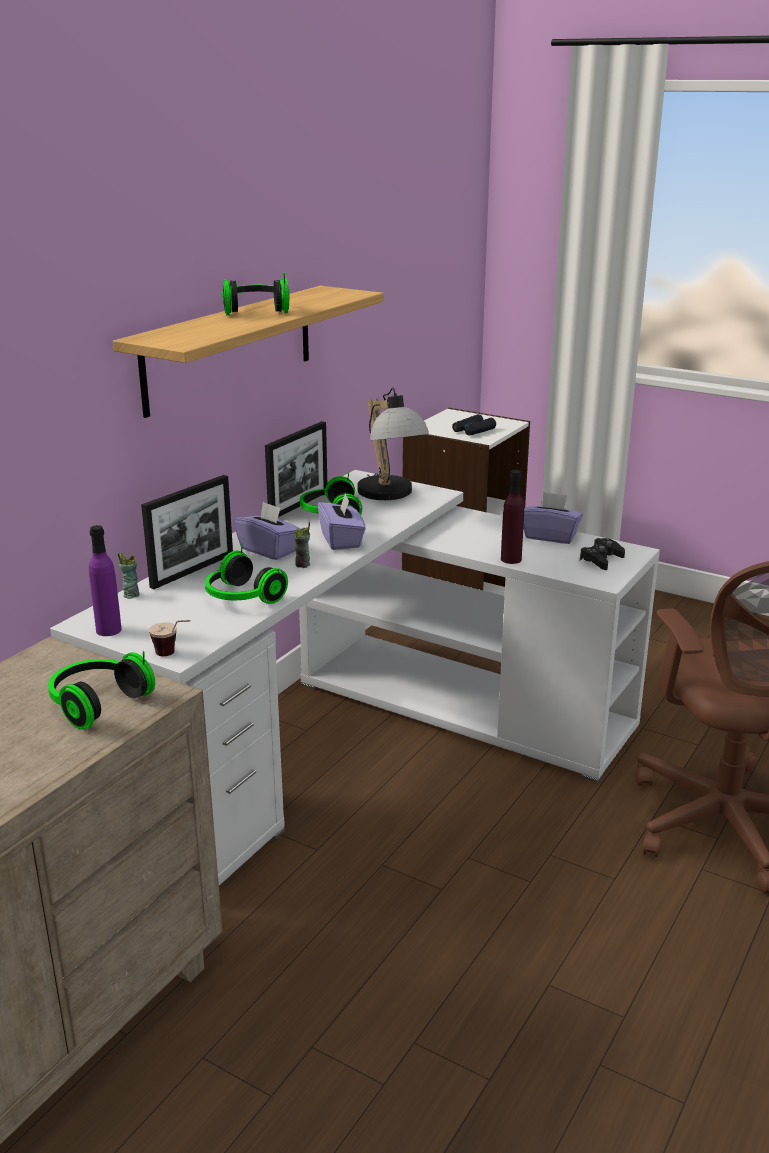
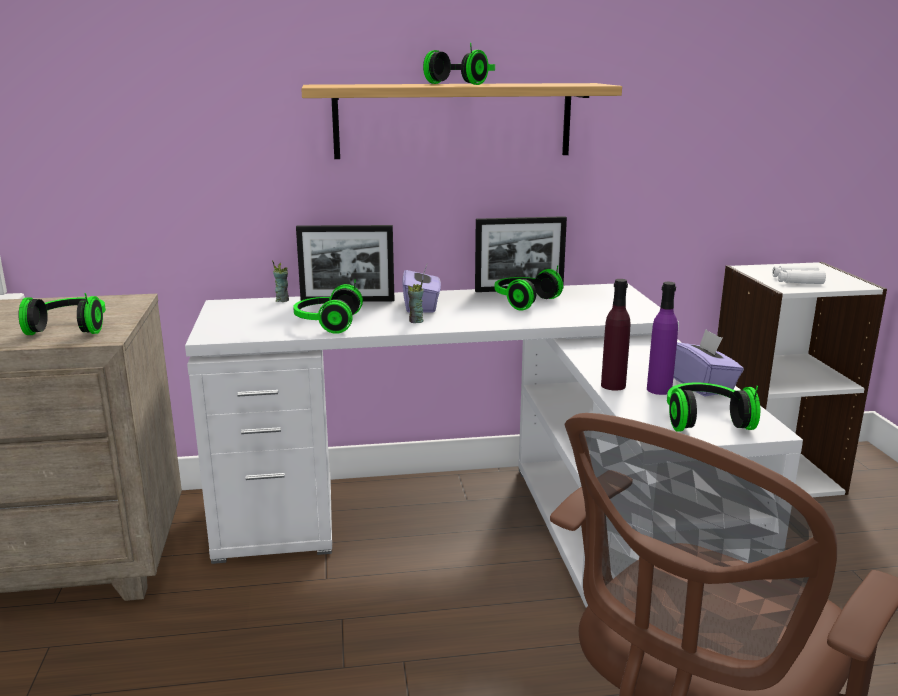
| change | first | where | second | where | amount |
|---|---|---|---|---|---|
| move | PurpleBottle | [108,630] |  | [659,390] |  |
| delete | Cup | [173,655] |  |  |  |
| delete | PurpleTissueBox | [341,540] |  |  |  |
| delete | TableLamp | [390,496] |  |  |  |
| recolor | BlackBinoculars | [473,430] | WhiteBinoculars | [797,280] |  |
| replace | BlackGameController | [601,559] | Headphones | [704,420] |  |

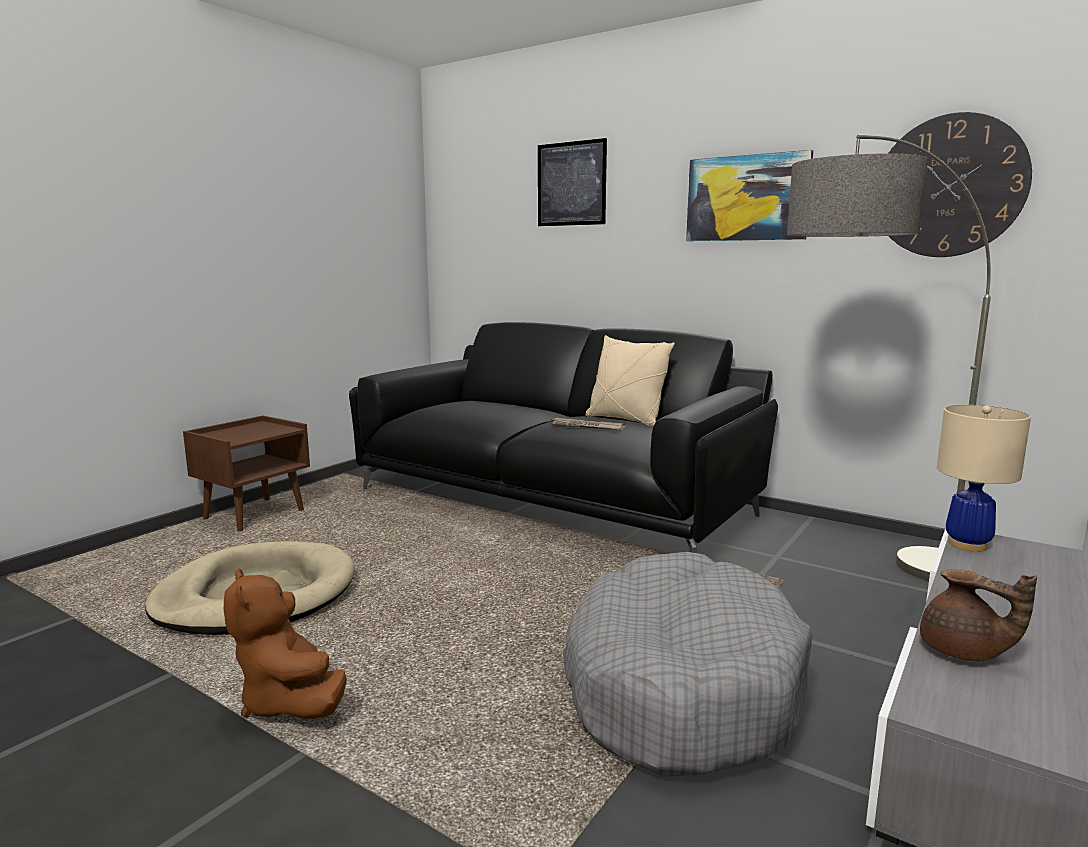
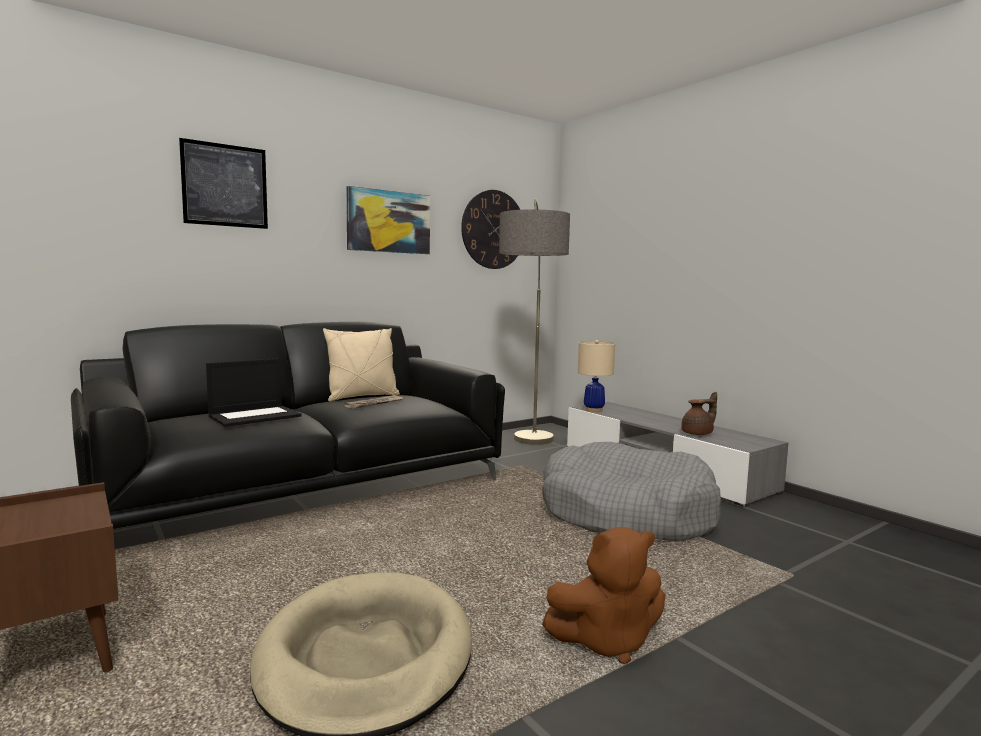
| change | first | where | second | where | amount |
|---|---|---|---|---|---|
| insert |  |  | Laptop | [255,416] |  |

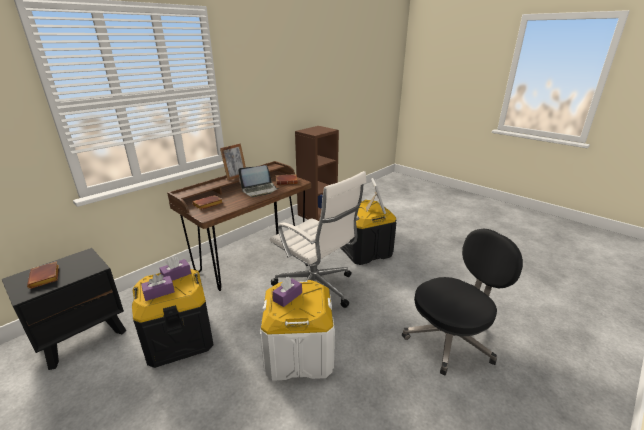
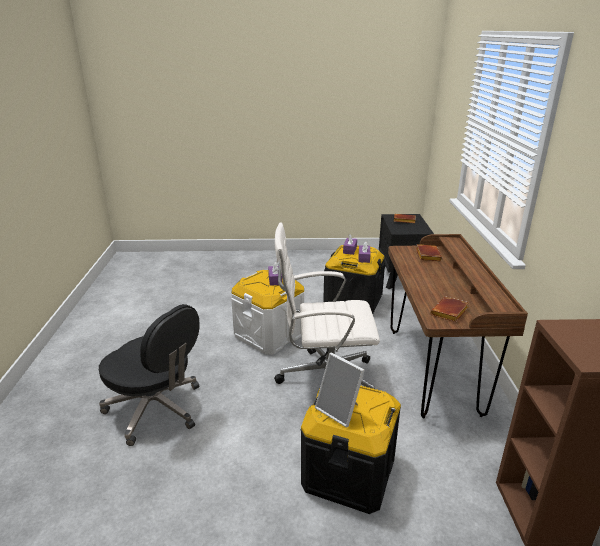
| change | first | where | second | where | amount |
|---|---|---|---|---|---|
| delete | PictureFrame | [235,176] |  |  |  |
| delete | Laptop | [259,190] |  |  |  |
| rotate | BlackOfficeChair | [450,339] |  | [156,409] | 75 degrees counterclockwise |

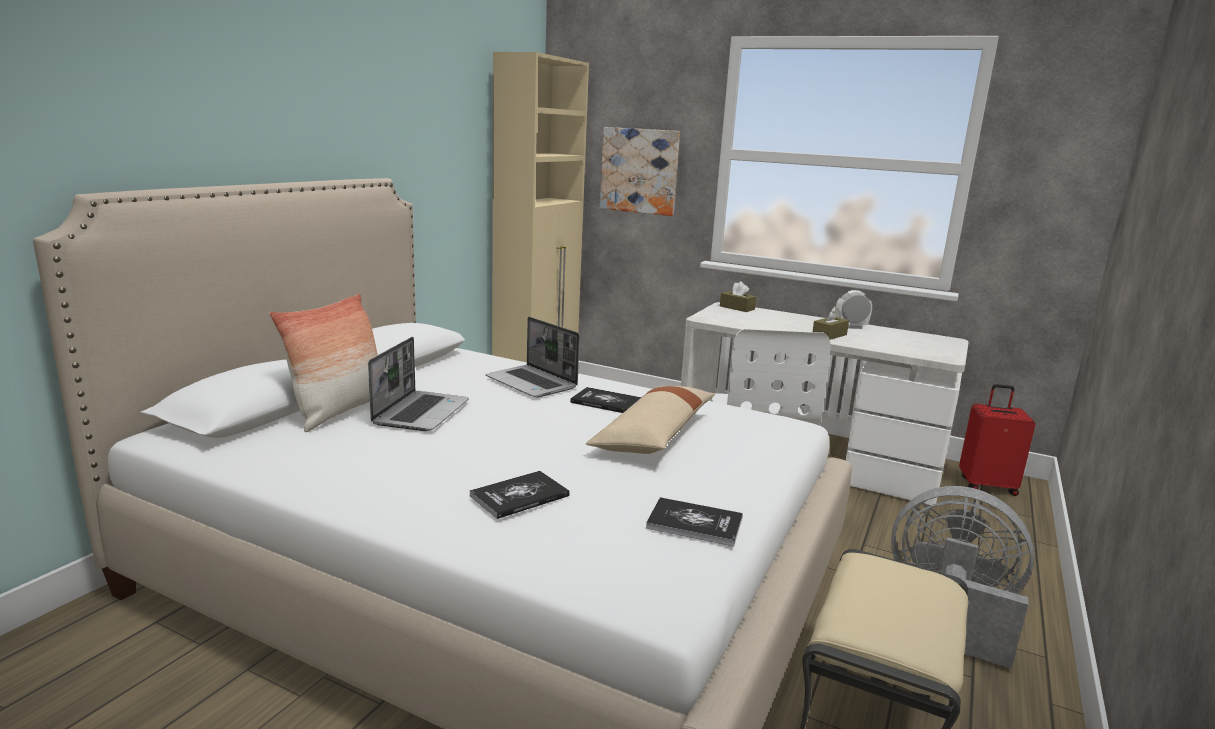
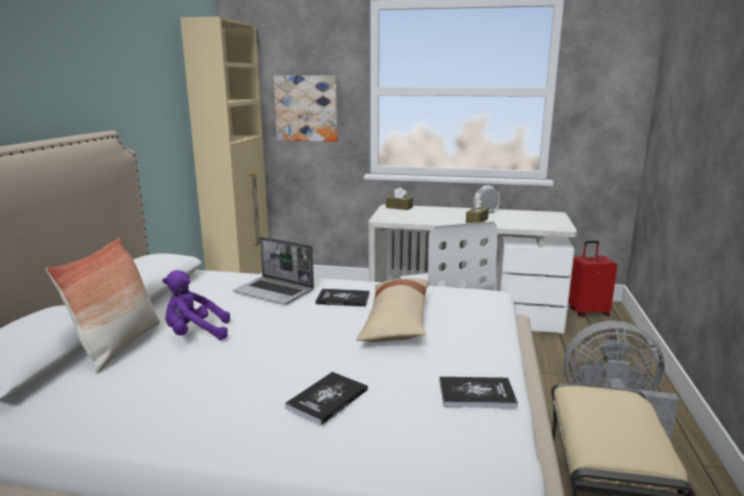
| change | first | where | second | where | amount |
|---|---|---|---|---|---|
| replace | Laptop | [421,412] | PurplePlushToy | [195,334] |  |

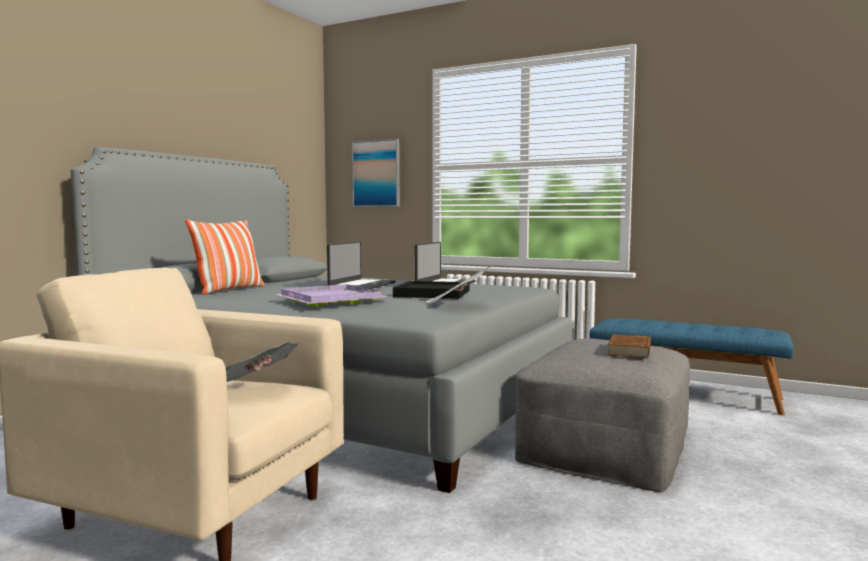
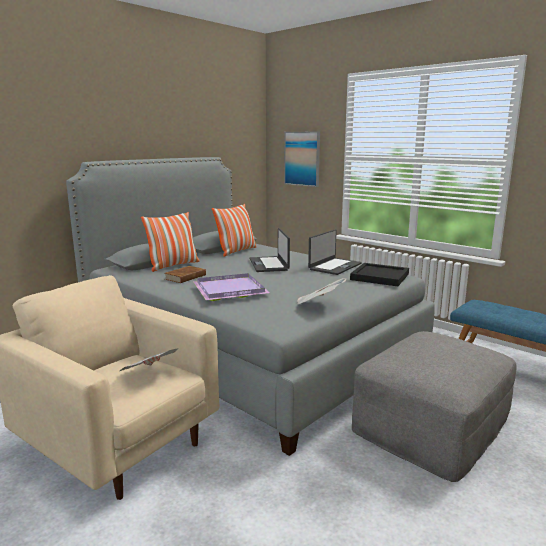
| change | first | where | second | where | amount |
|---|---|---|---|---|---|
| rotate | Laptop | [361,285] |  | [269,264] | 135 degrees clockwise |
| move | BlackTray | [431,293] |  | [379,277] |  |
| move | BrownBook | [630,350] |  | [185,277] |  |
| insert |  |  | Pillow | [236,251] |  |

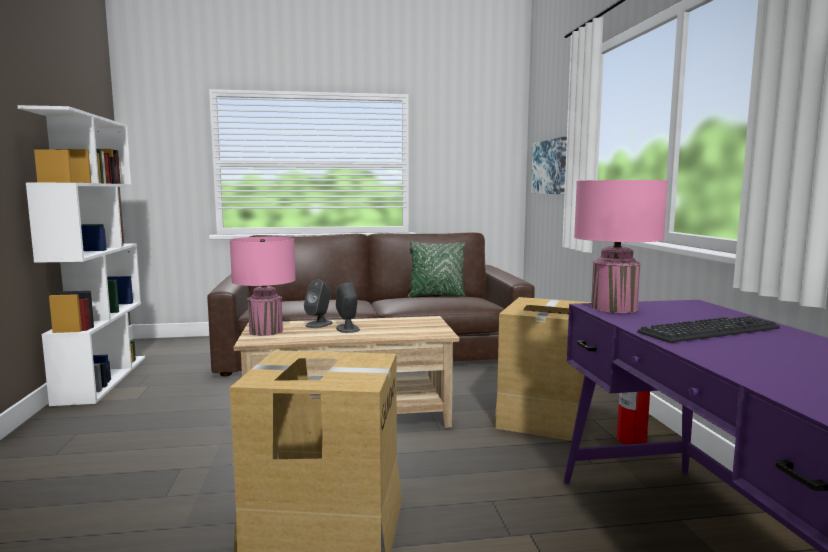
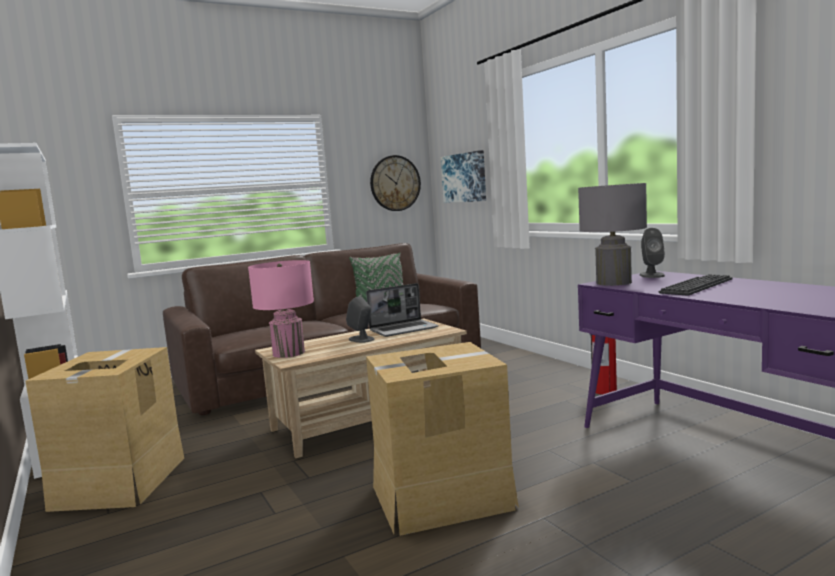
| change | first | where | second | where | amount |
|---|---|---|---|---|---|
| move | GreySpeaker | [319,324] |  | [651,275] |  |
| move | CardboardBox | [543,416] |  | [119,482] |  |
| recolor | PinkTableLamp | [613,308] | GreyTableLamp | [613,282] |  |
| insert |  |  | Laptop | [404,329] |  |
| insert |  |  | WallClock | [395,183] |  |

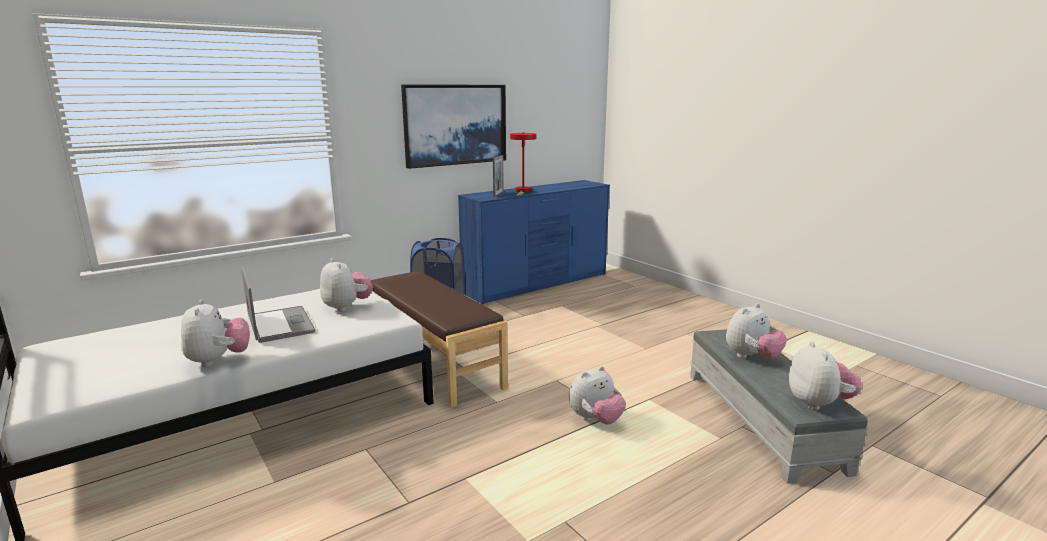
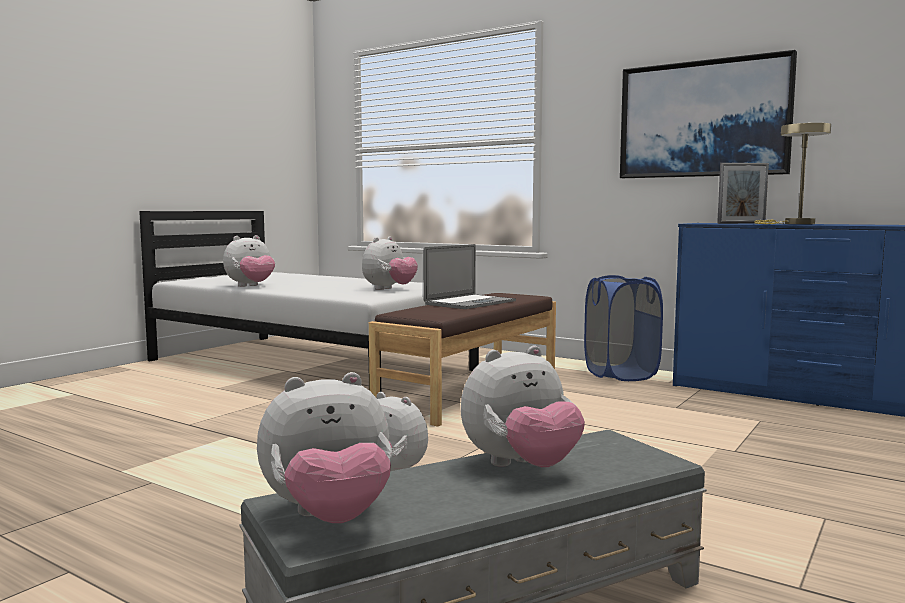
| change | first | where | second | where | amount |
|---|---|---|---|---|---|
| move | Laptop | [280,324] |  | [470,303] |  |
| recolor | RedTableLamp | [523,191] | BeigeTableLamp | [795,224] |  |
| rotate | PlushToy | [752,357] |  | [521,466] | 60 degrees counterclockwise |

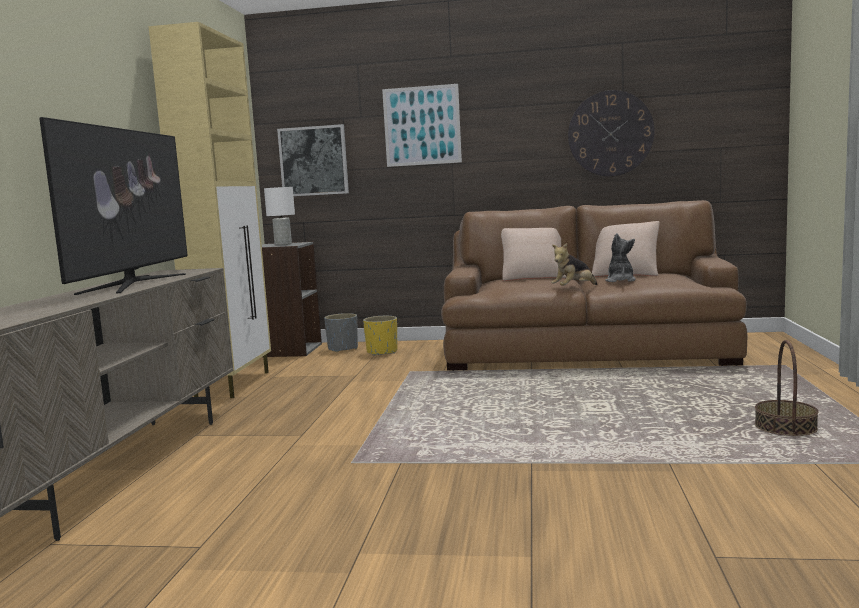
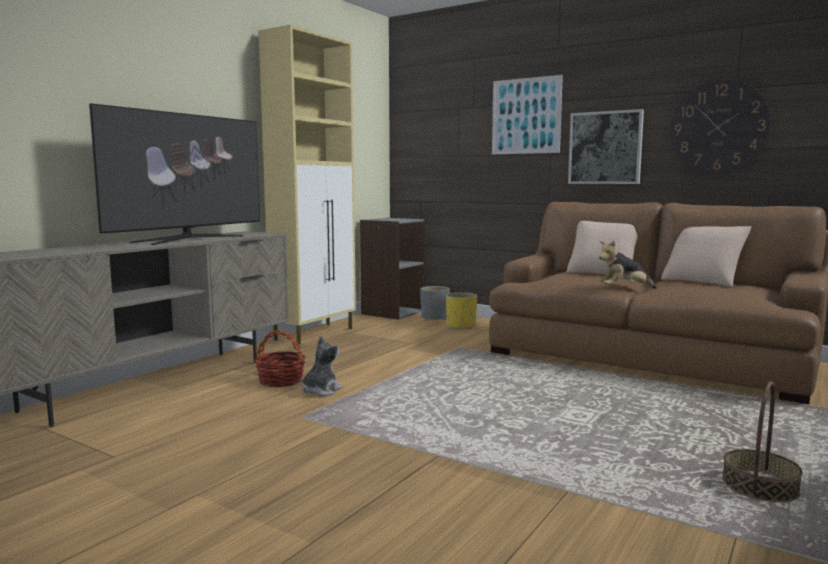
| change | first | where | second | where | amount |
|---|---|---|---|---|---|
| delete | WhiteTableLamp | [283,244] |  |  |  |
| move | Picture | [313,161] |  | [605,148] |  |
| move | PlushToy | [620,280] |  | [320,391] |  |
| insert |  |  | Basket | [280,381] |  |

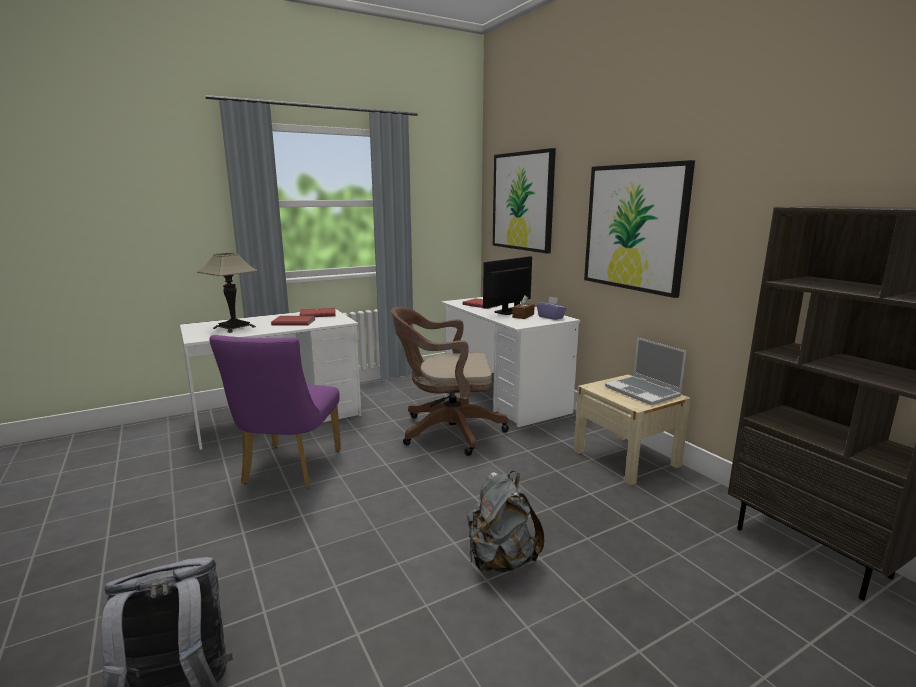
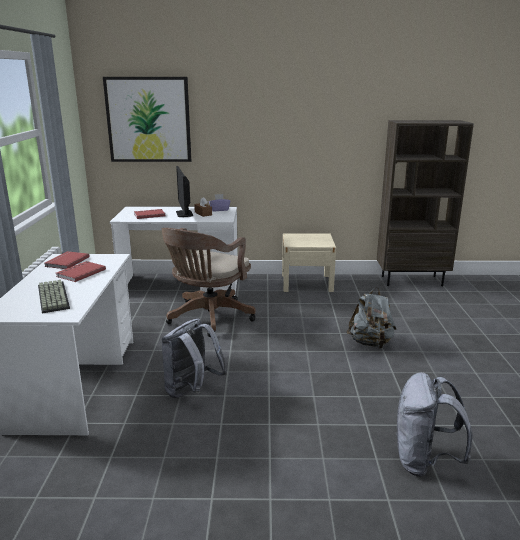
| change | first | where | second | where | amount |
|---|---|---|---|---|---|
| replace | TableLamp | [234,327] | Keyboard | [52,297] |  |
| replace | PurpleChair | [288,470] | GreyBackpack | [191,391] |  |
| delete | Picture | [634,227] |  |  |  |
| delete | Laptop | [643,392] |  |  |  |

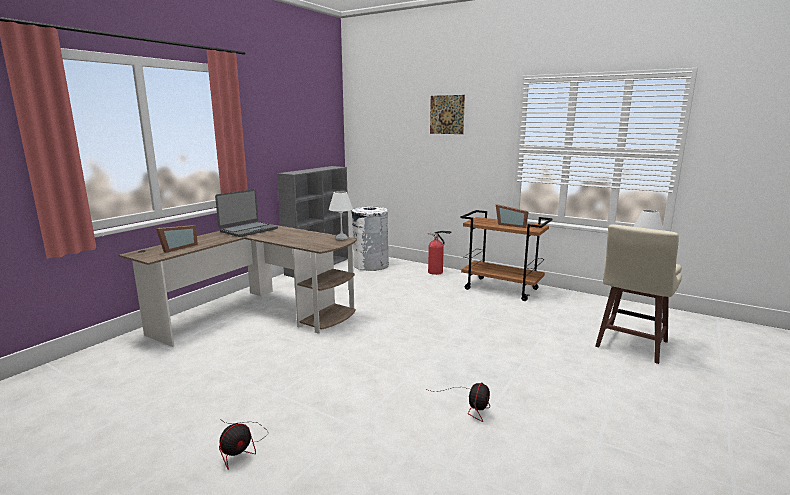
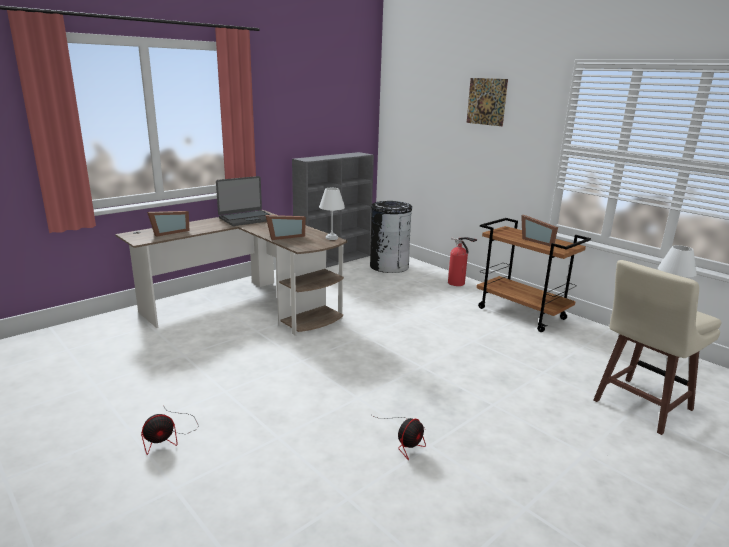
| change | first | where | second | where | amount |
|---|---|---|---|---|---|
| recolor | WhiteTrashCan | [371,265] | BlackTrashCan | [389,266] |  |
| insert |  |  | PictureFrame | [285,236] |  |

